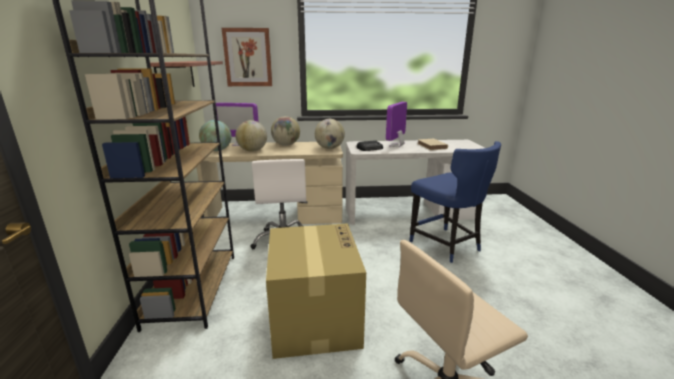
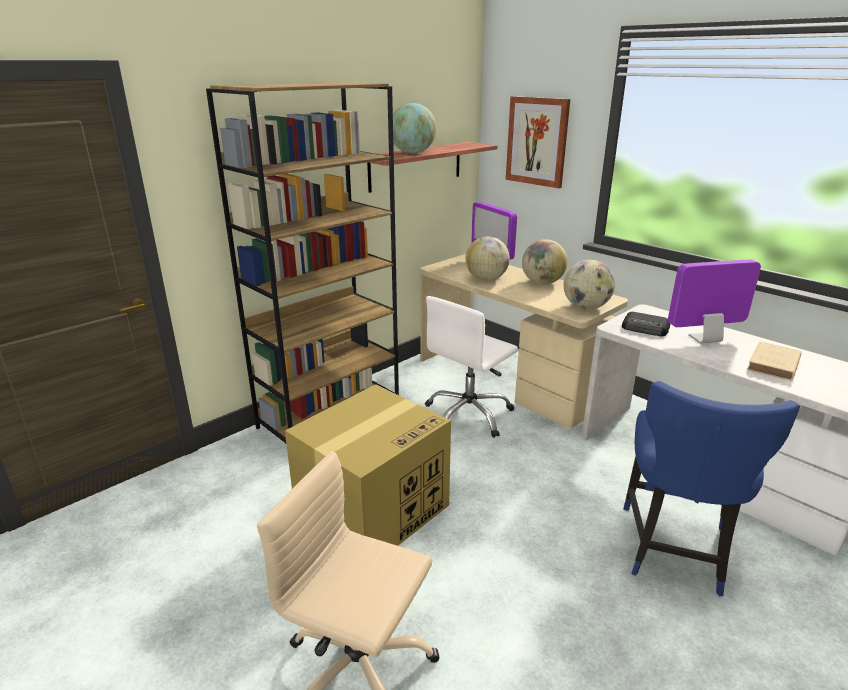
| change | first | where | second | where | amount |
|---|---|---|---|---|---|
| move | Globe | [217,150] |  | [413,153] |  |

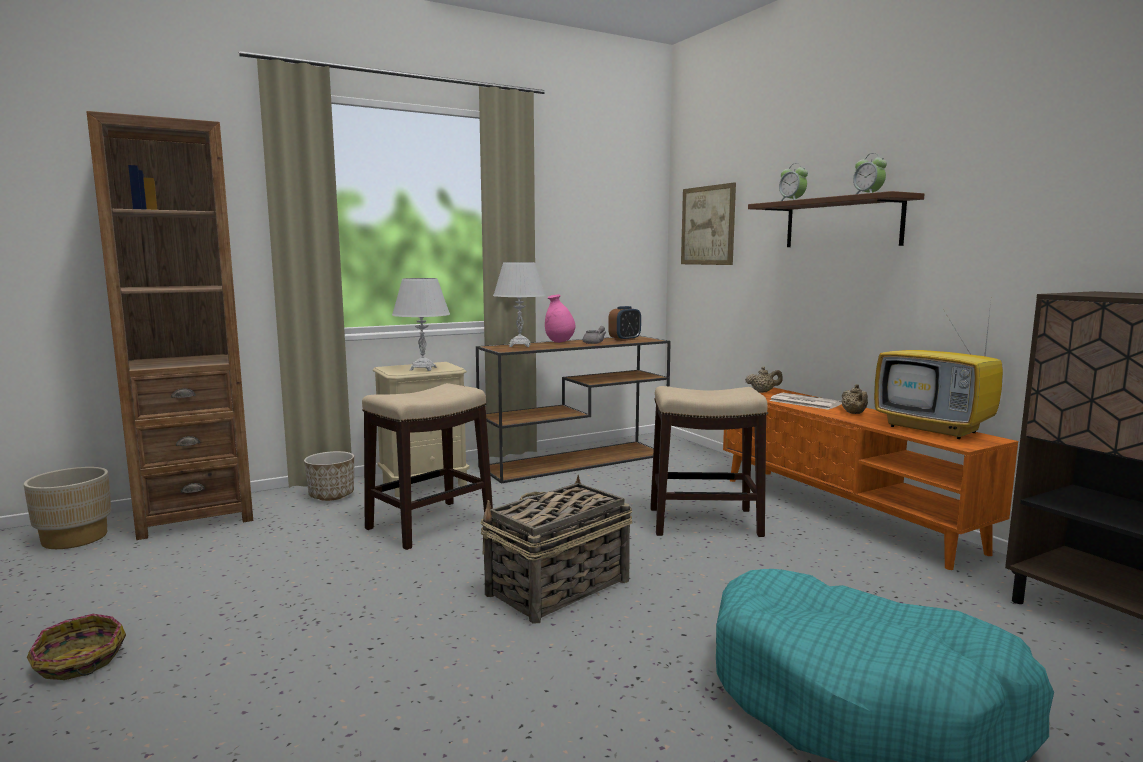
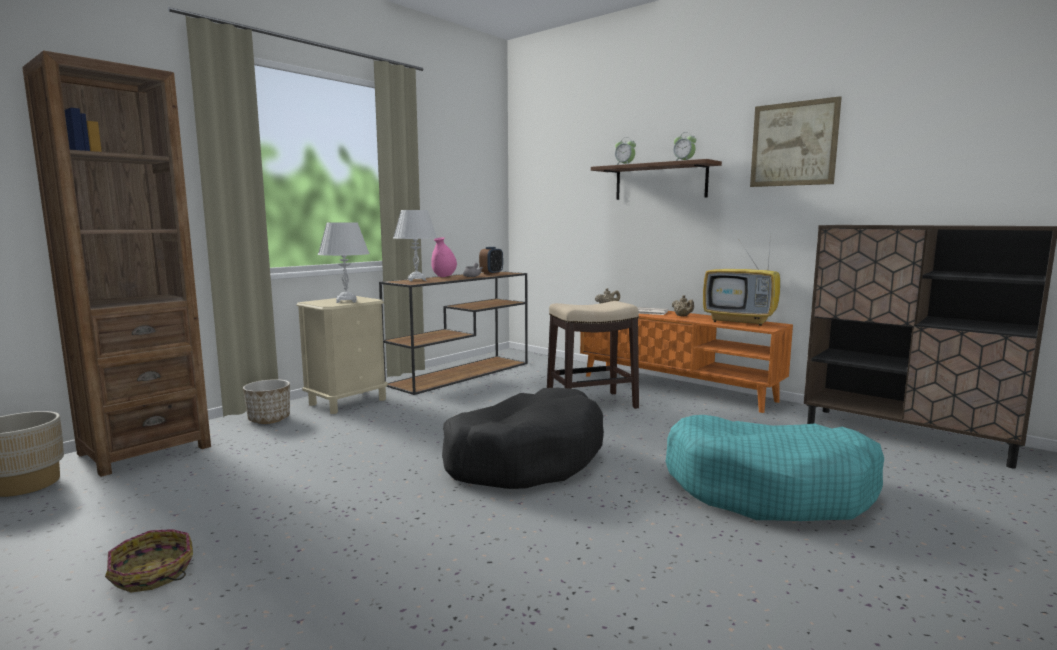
| change | first | where | second | where | amount |
|---|---|---|---|---|---|
| delete | Stool | [431,524] |  |  |  |
| replace | Basket | [557,588] | BlackDogBed | [524,458] |  |
| move | Picture | [708,225] |  | [793,144] |  |

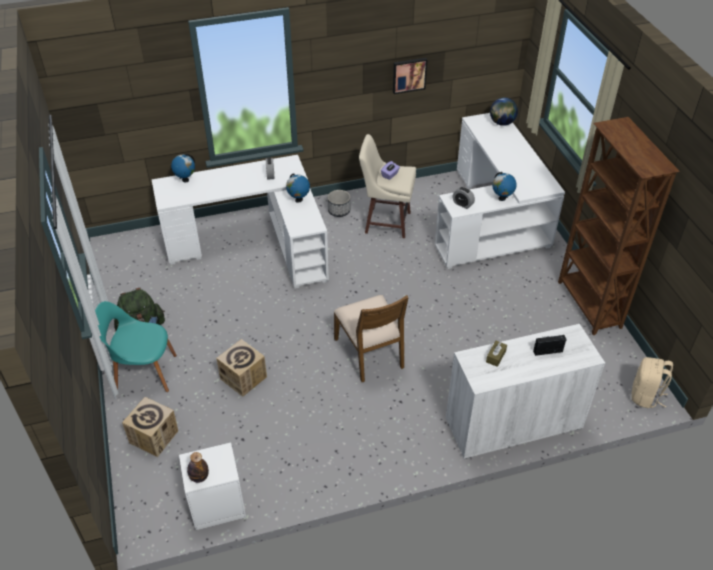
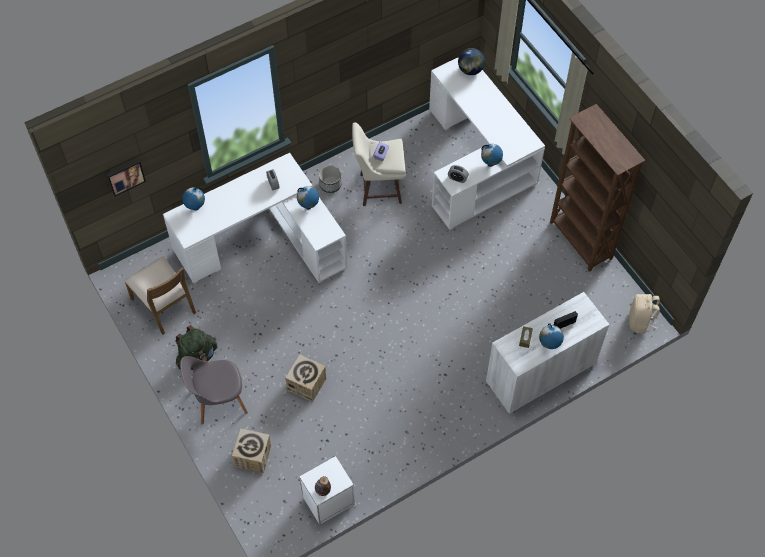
| change | first | where | second | where | amount |
|---|---|---|---|---|---|
| recolor | TurquoiseChair | [144,372] | GreyChair | [218,400] |  |
| move | BrownChair | [370,353] |  | [164,305] |  |
| move | Picture | [409,75] |  | [125,176] |  |
| insert |  |  | Globe | [549,345] |  |

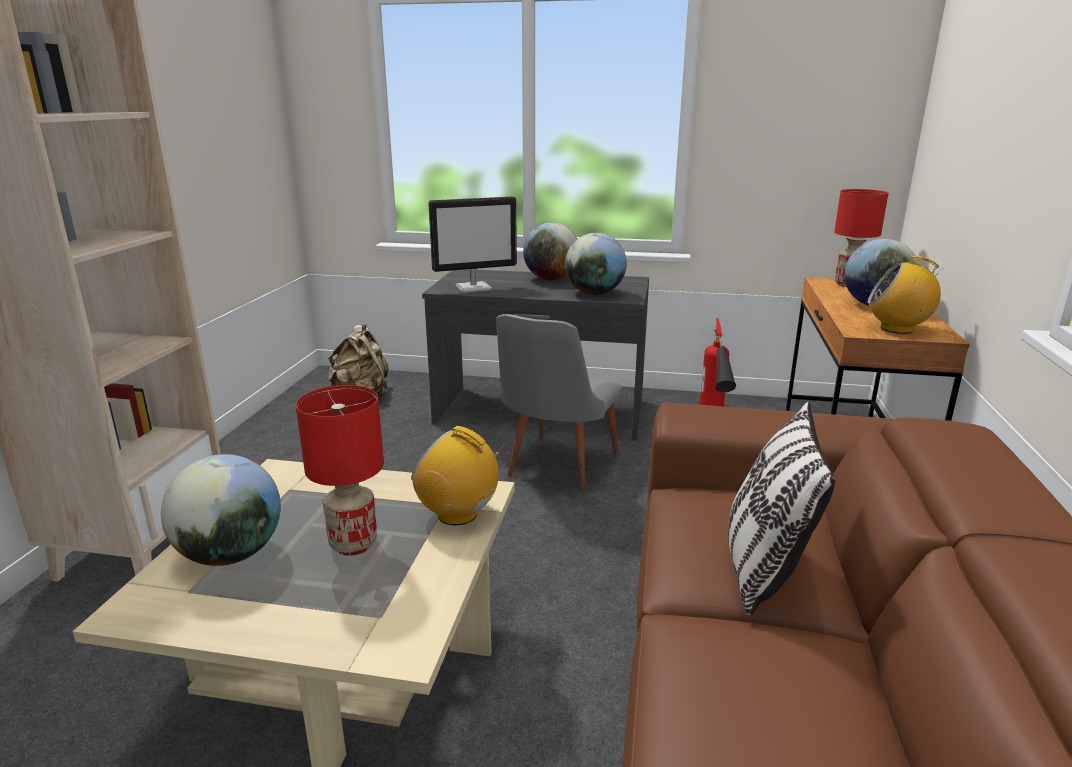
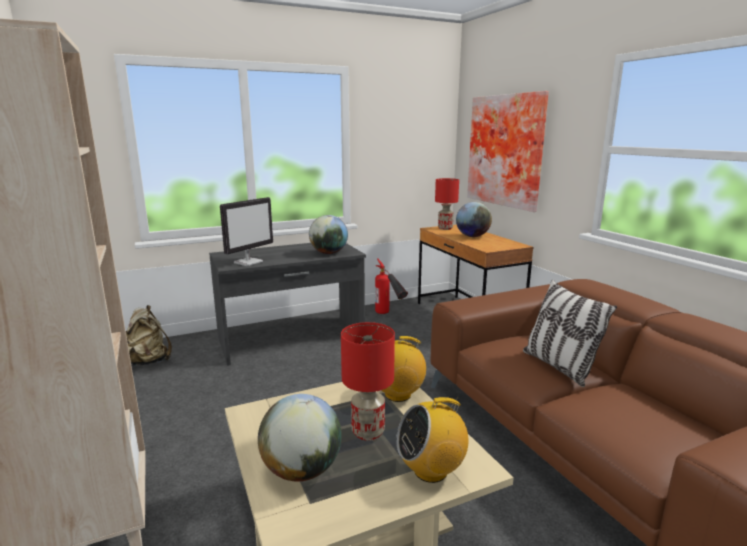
| change | first | where | second | where | amount |
|---|---|---|---|---|---|
| delete | GreyChair | [556,468] |  |  |  |
| delete | Globe | [551,279] |  |  |  |
| move | Radio | [897,329] |  | [431,470] |  |
| insert |  |  | Picture | [507,150] |  |

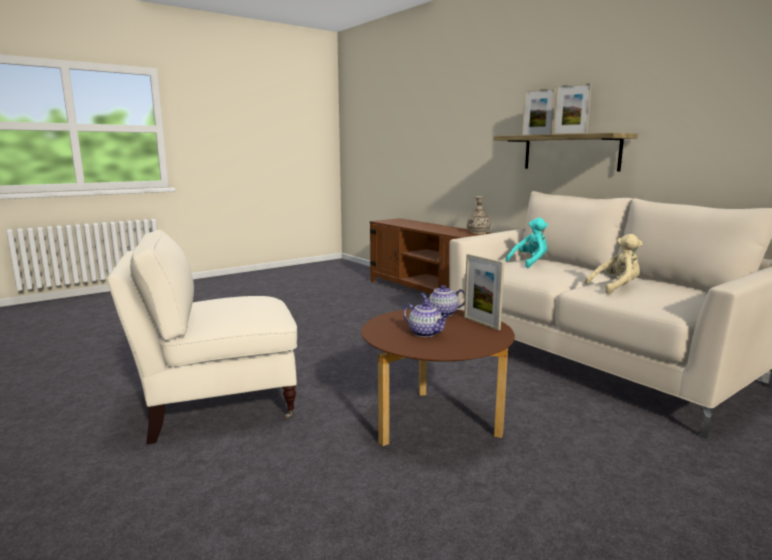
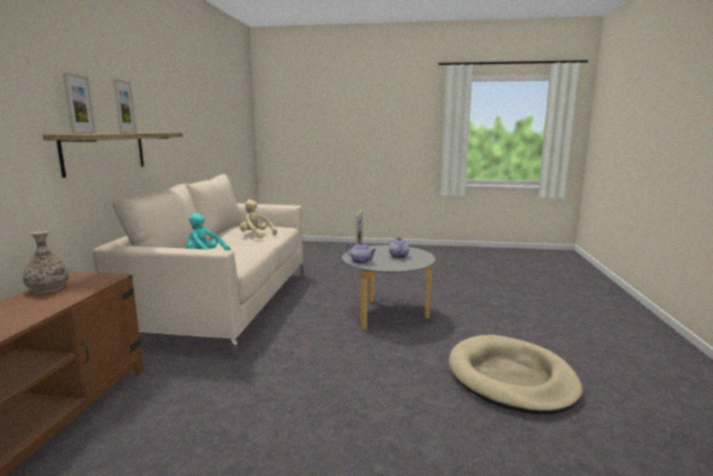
| change | first | where | second | where | amount |
|---|---|---|---|---|---|
| replace | BeigeArmchair | [216,405] | BeigeDogBed | [511,378] |  |
| recolor | BrownCoffeeTable | [434,422] | GreyCoffeeTable | [387,315] |  |

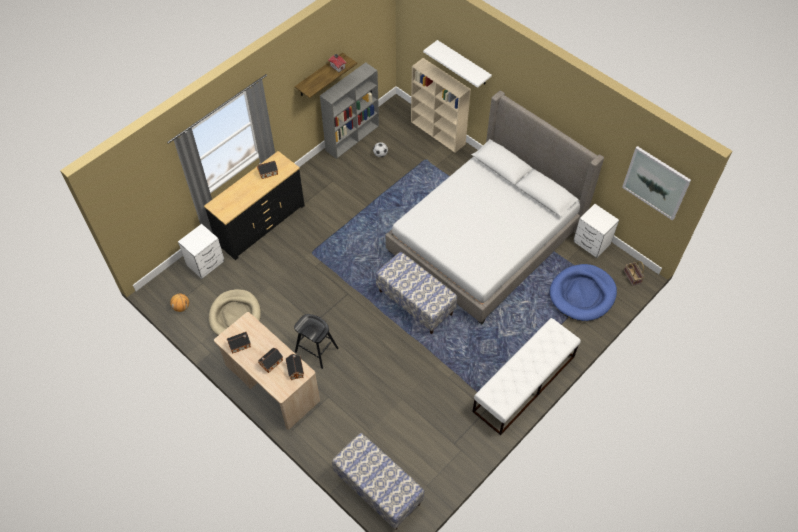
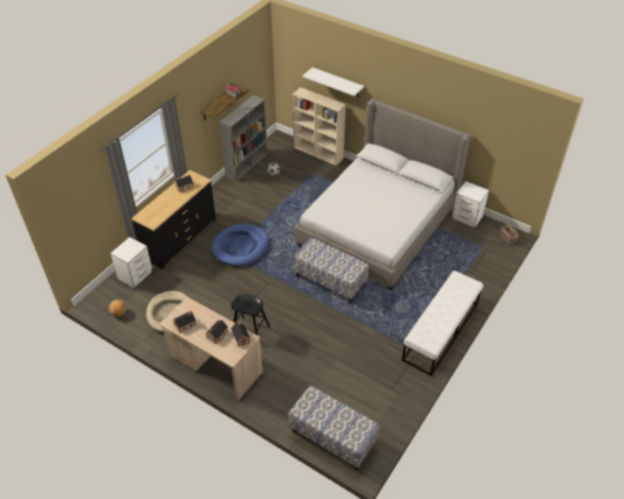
| change | first | where | second | where | amount |
|---|---|---|---|---|---|
| move | BlueDogBed | [582,294] |  | [240,247] |  |
| delete | Picture | [656,183] |  |  |  |

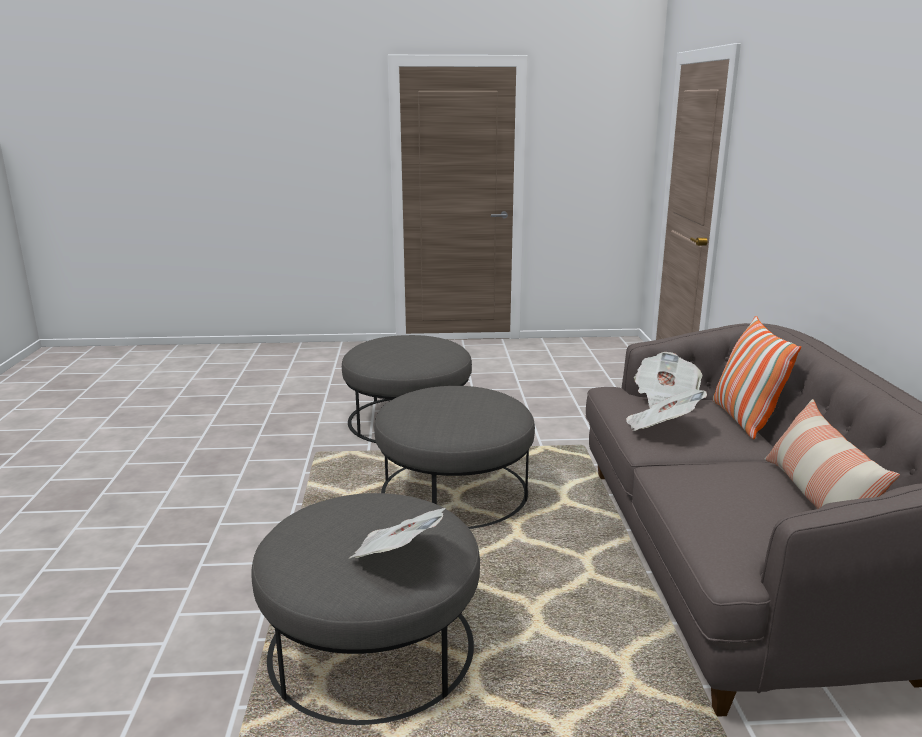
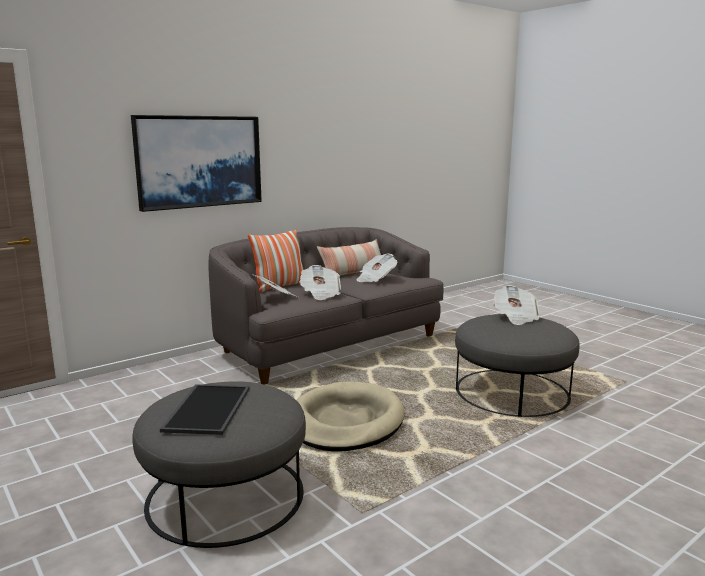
| change | first | where | second | where | amount |
|---|---|---|---|---|---|
| replace | GreyOttoman | [454,491] | BeigeDogBed | [345,422] |  |
| insert |  |  | Picture | [199,161] |  |
| insert |  |  | Tray | [206,408] |  |
| insert |  |  | Newspaper | [375,279] |  |

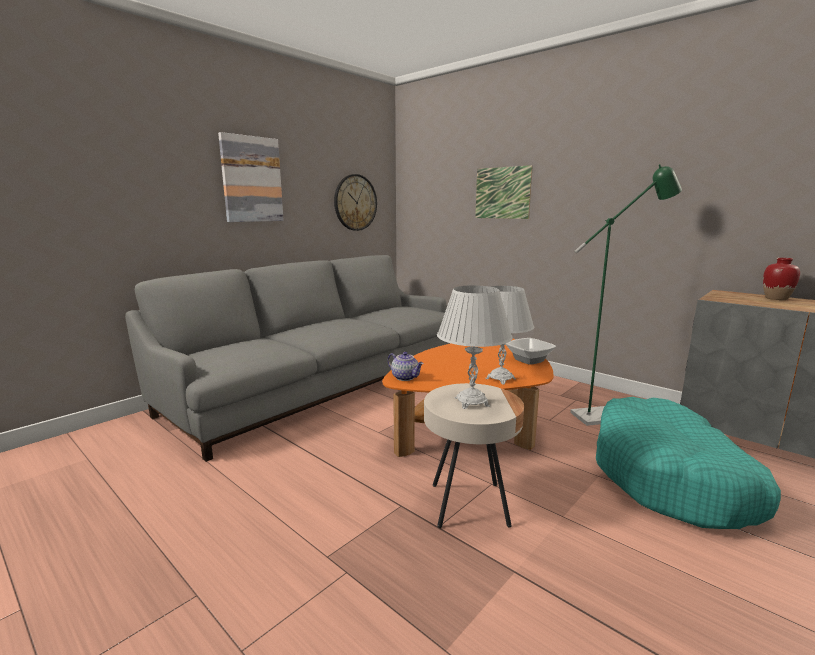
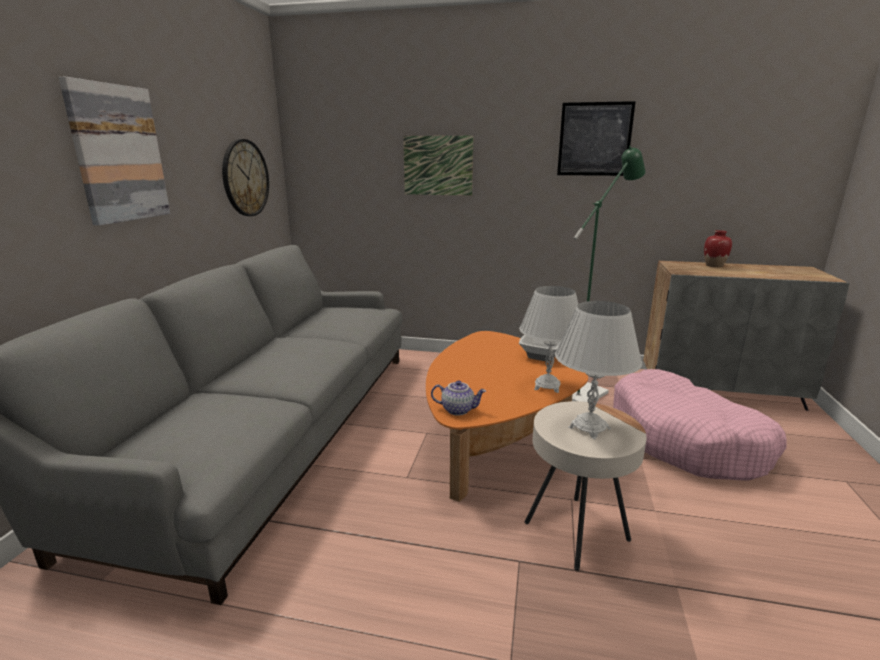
| change | first | where | second | where | amount |
|---|---|---|---|---|---|
| recolor | TurquoiseDogBed | [671,478] | PinkDogBed | [686,441] |  |
| insert |  |  | Picture | [594,139] |  |

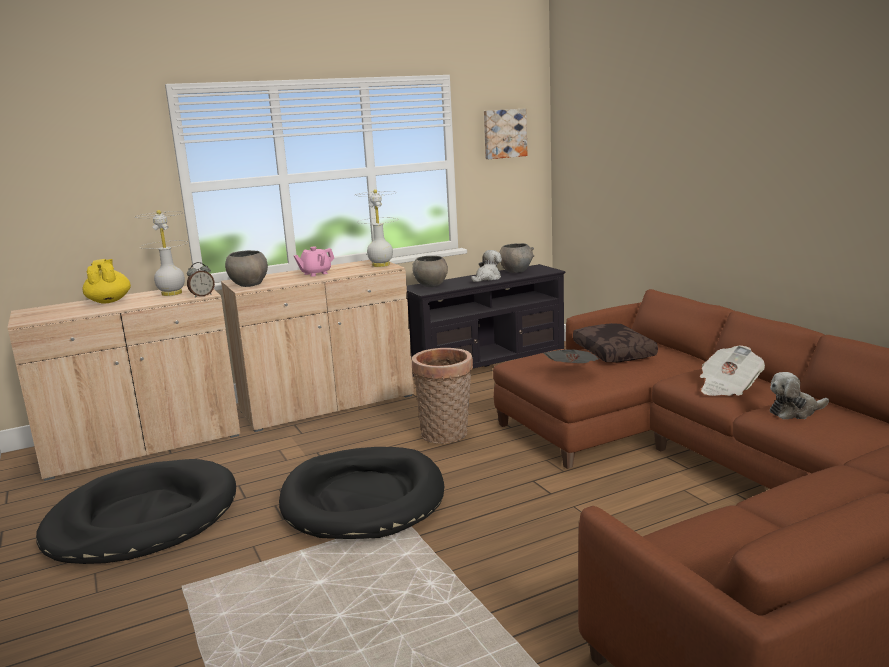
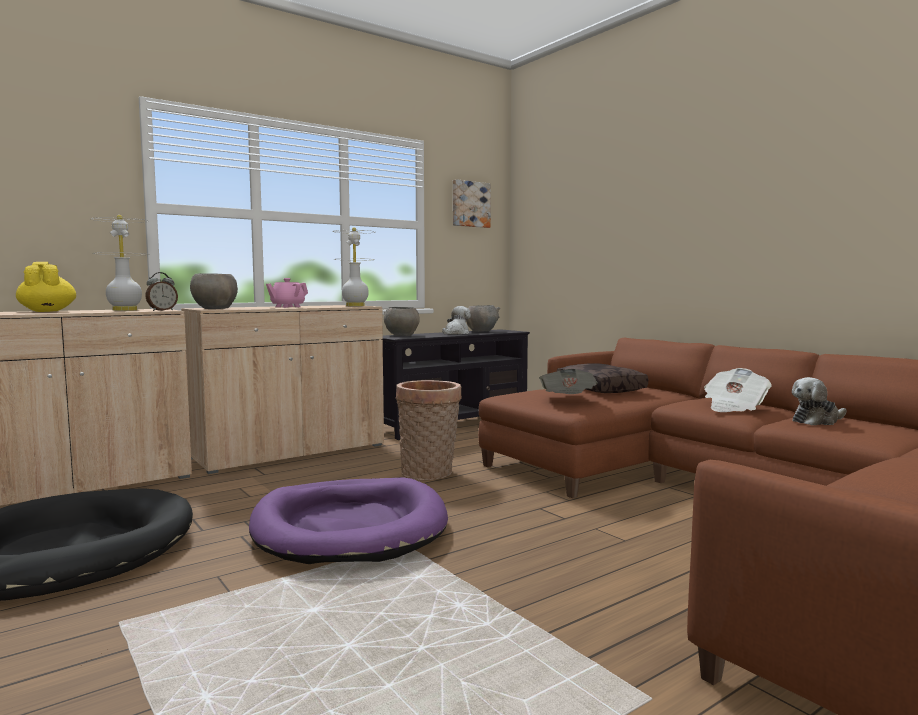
| change | first | where | second | where | amount |
|---|---|---|---|---|---|
| recolor | BlackDogBed | [363,498] | PurpleDogBed | [350,527] |  |

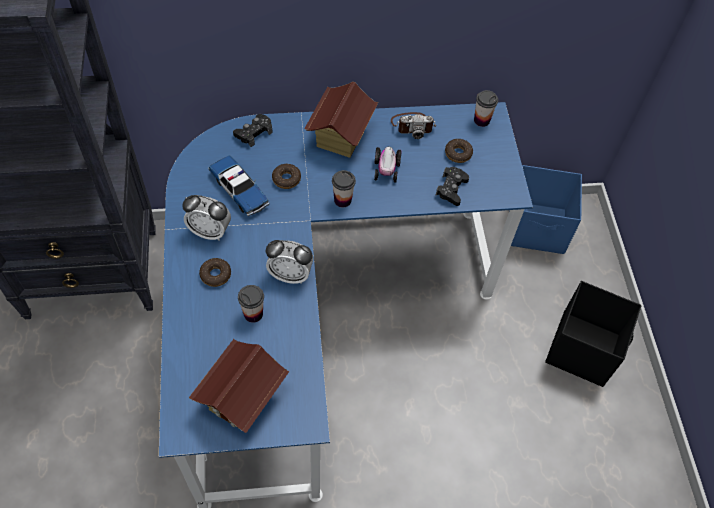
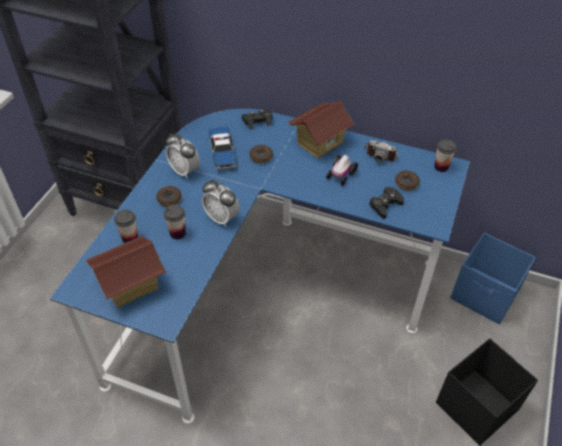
| change | first | where | second | where | amount |
|---|---|---|---|---|---|
| move | Cup | [342,200] |  | [130,238] |  |

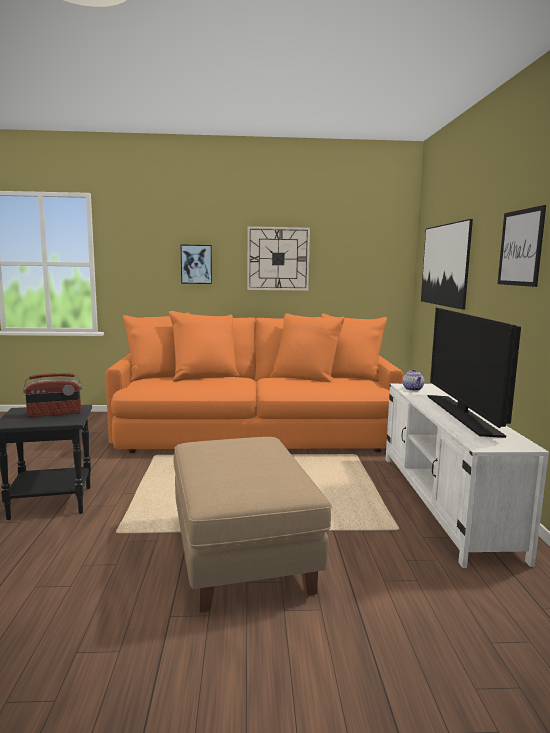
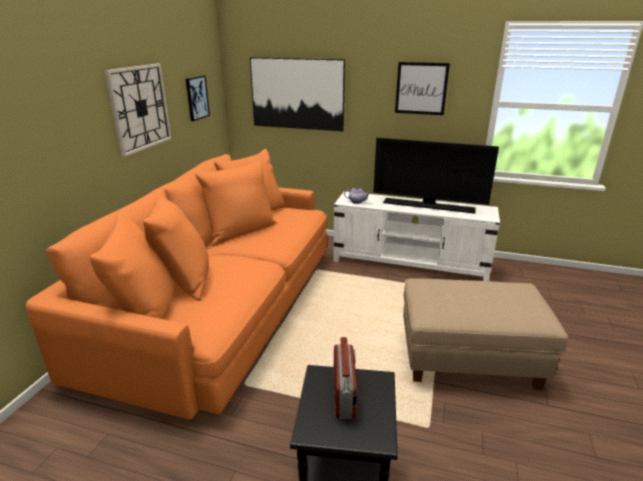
| change | first | where | second | where | amount |
|---|---|---|---|---|---|
| move | Picture | [196,264] |  | [196,98] |  |

